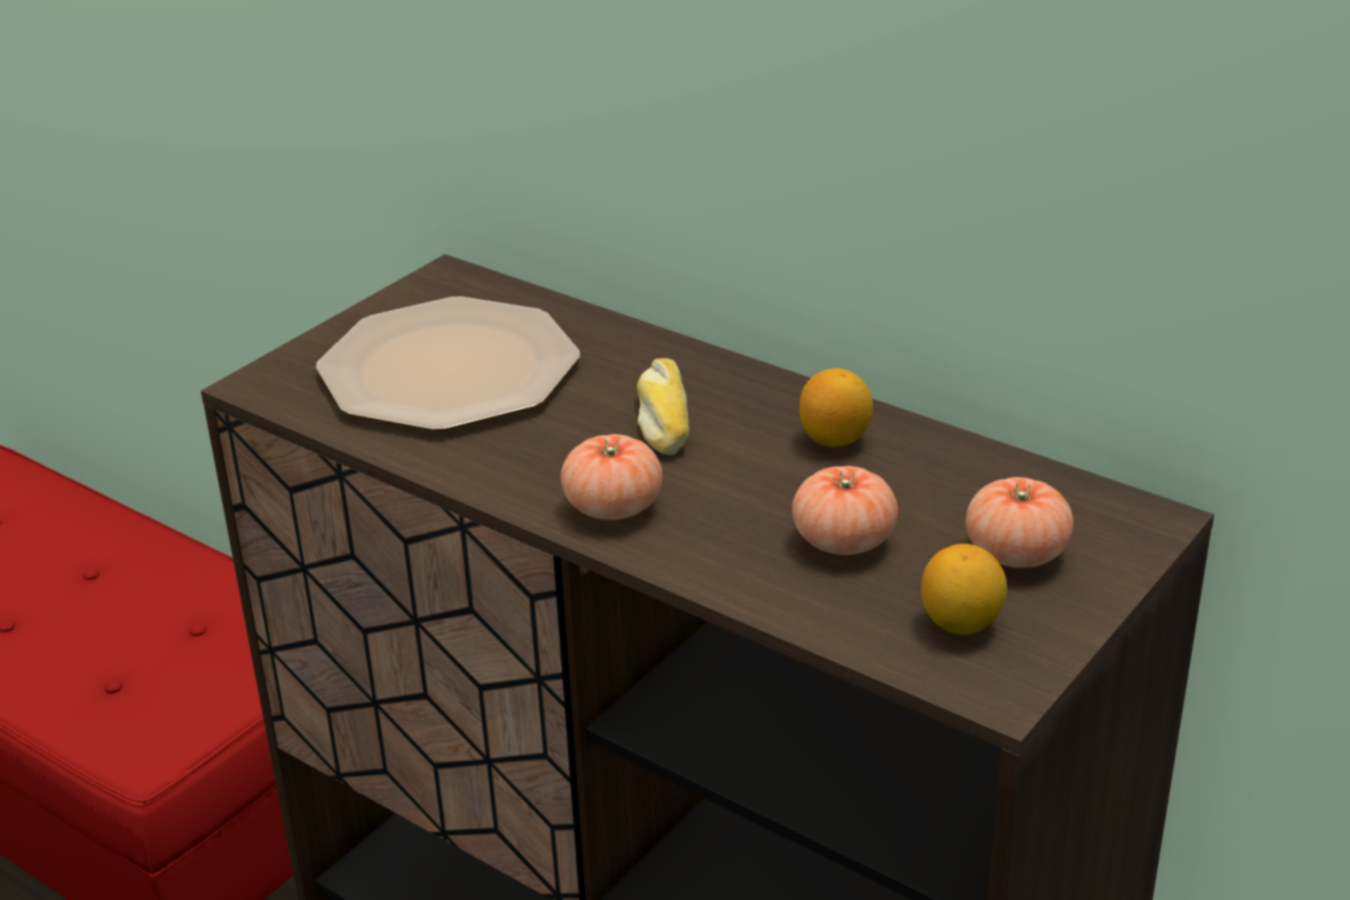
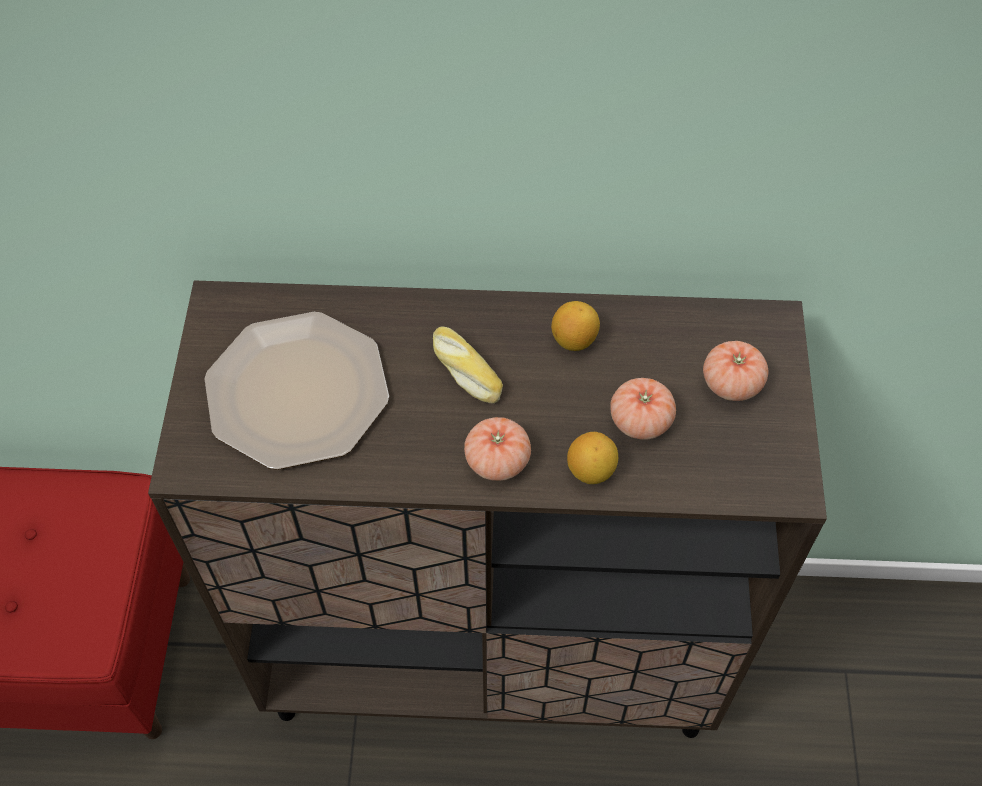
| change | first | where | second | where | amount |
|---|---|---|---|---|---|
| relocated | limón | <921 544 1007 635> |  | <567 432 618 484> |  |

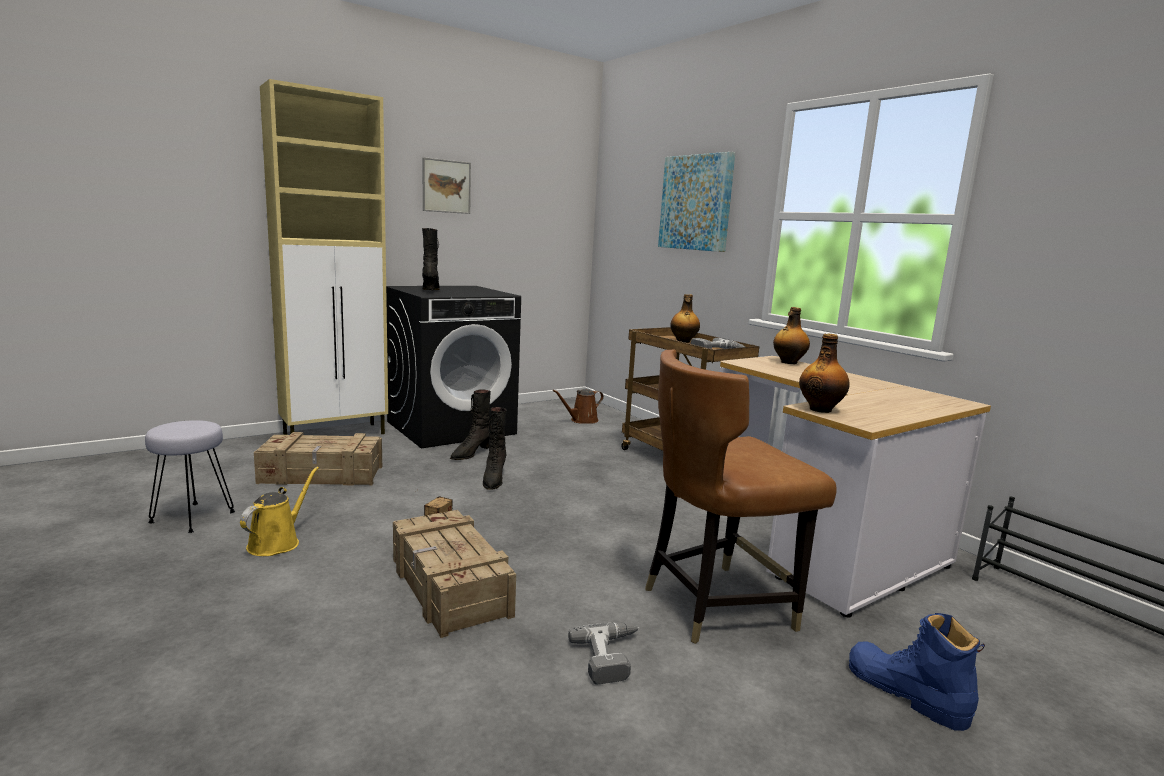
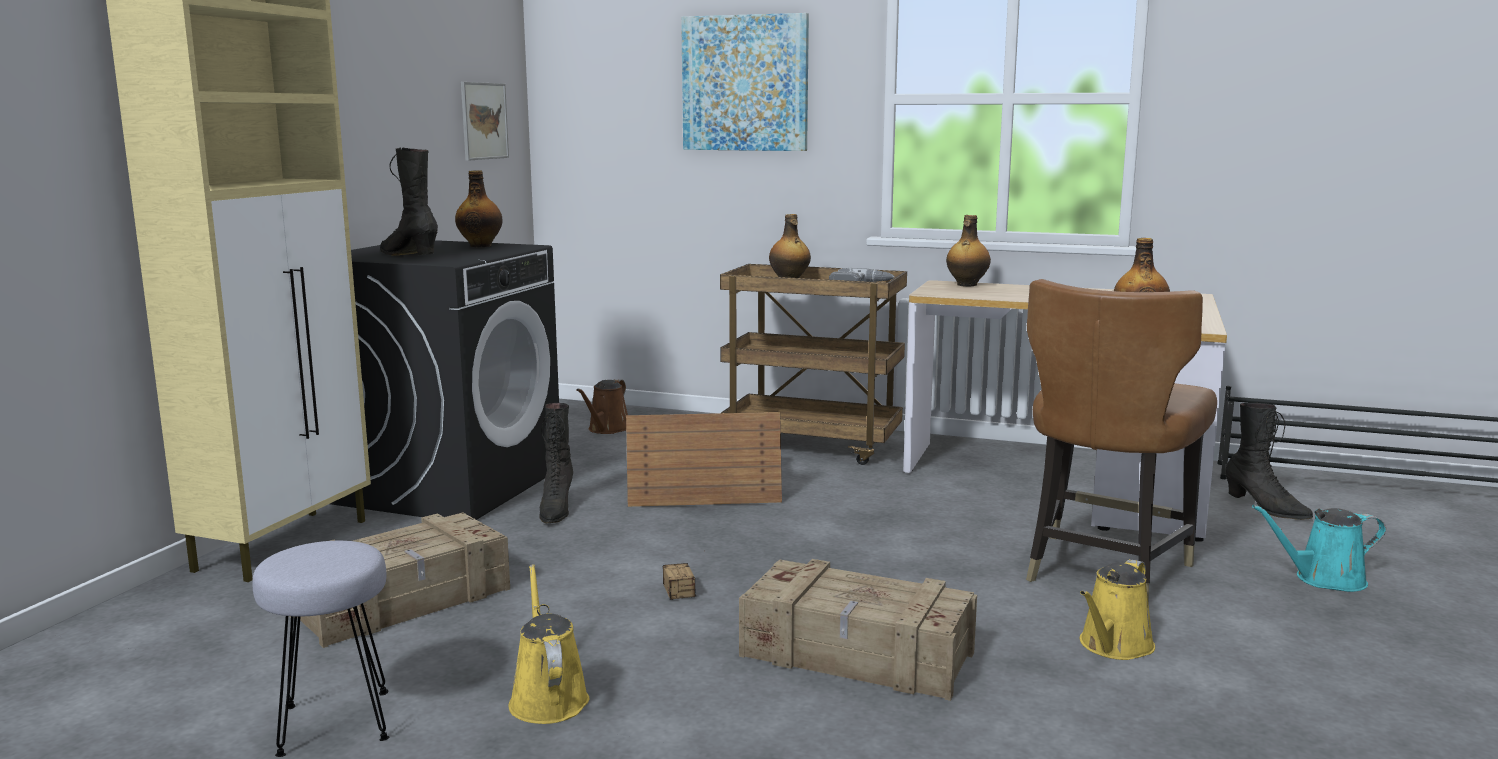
| change | first | where | second | where | amount |
|---|---|---|---|---|---|
| relocated | cuadro | <423 157 471 214> |  | <461 82 509 161> |  |
| relocated | bota [negro] | <483 407 507 490> |  | <1225 403 1313 520> |  |
| exchanged | taladro | <568 623 639 684> | regadera [amarillo] | <1080 559 1155 660> |  |
| exchanged | bota [azul] | <849 613 985 731> | regadera [turquesa] | <1252 505 1386 592> |  |
| appeared |  |  | botella | <455 170 502 247> |  |
| appeared |  |  | caja de embalaje | <626 412 782 507> |  |

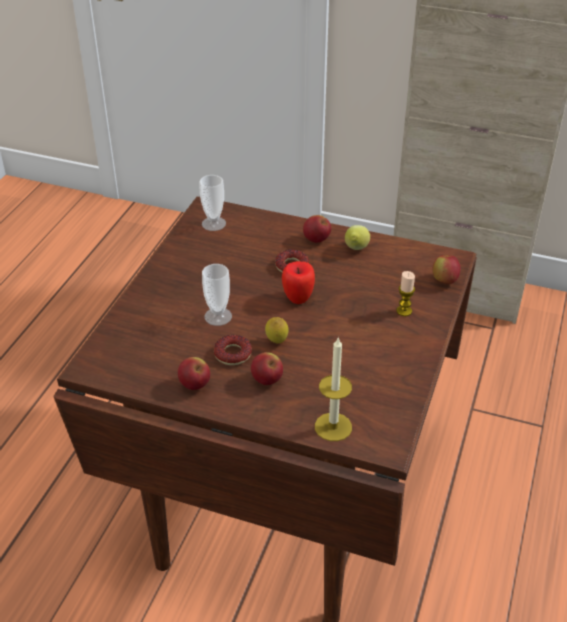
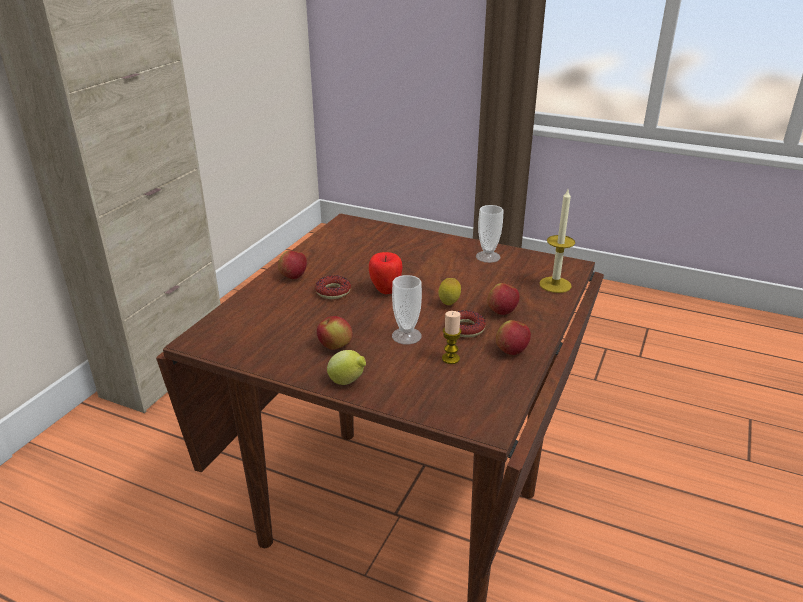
| change | first | where | second | where | amount |
|---|---|---|---|---|---|
| relocated | taza | <199 175 226 231> |  | <476 205 504 263> |  |
| relocated | limón | <345 225 370 250> |  | <327 350 366 385> |  |
| relocated | vela | <396 271 415 316> |  | <442 311 462 364> |  |
| relocated | manzana | <433 255 460 284> |  | <317 316 353 350> |  |

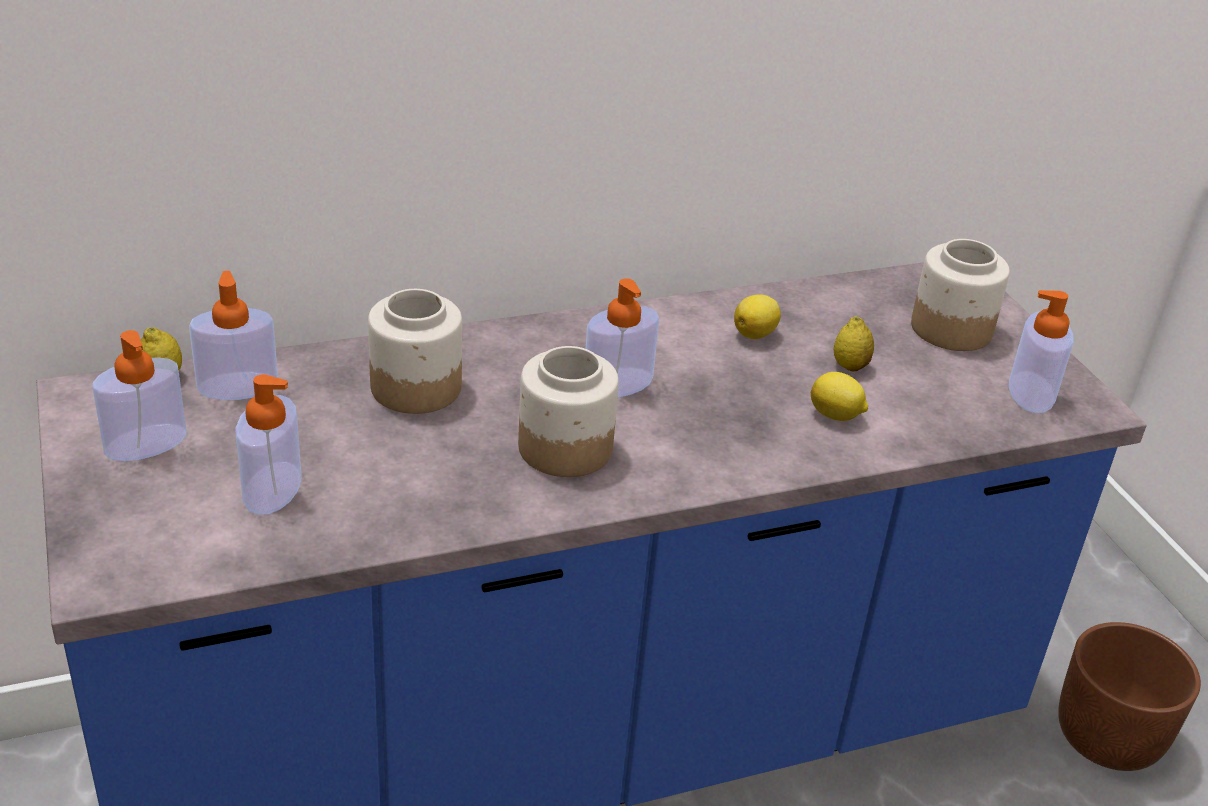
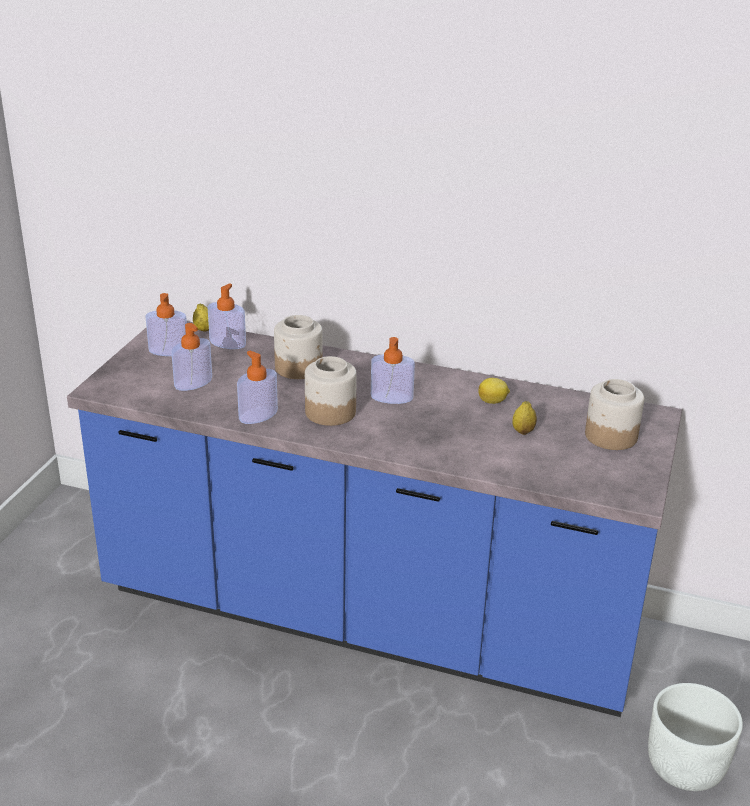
| change | first | where | second | where | amount |
|---|---|---|---|---|---|
| missing | limón | <811 372 868 421> |  |  |  |
| relocated | dispensador de jabón | <1009 290 1074 413> |  | <237 351 278 424> |  |
| colour | maceta [marrón] | <1058 622 1201 771> | maceta [blanco] | <648 683 743 791> |  |

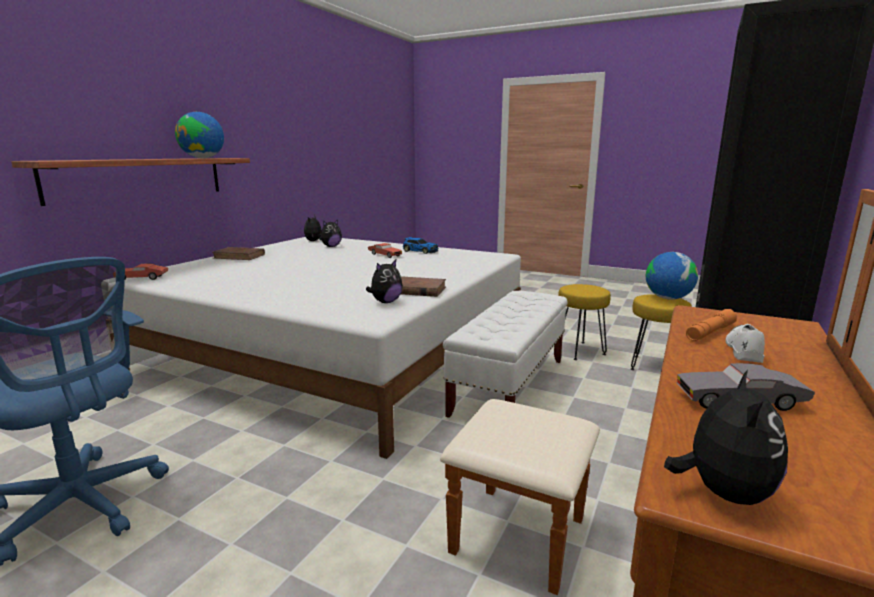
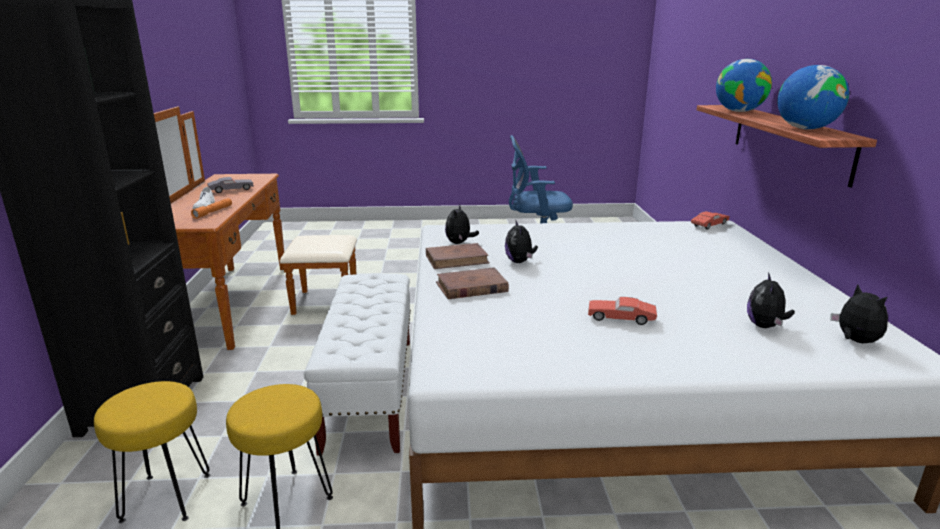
| change | first | where | second | where | amount |
|---|---|---|---|---|---|
| relocated | libro [marrón] | <213 247 265 260> |  | <436 267 509 299> |  |
| missing | coche de juguete | <403 237 439 254> |  |  |  |
| relocated | globo terráqueo | <646 252 698 299> |  | <716 59 772 112> |  |
| relocated | peluche | <664 370 788 505> |  | <505 219 538 263> |  |

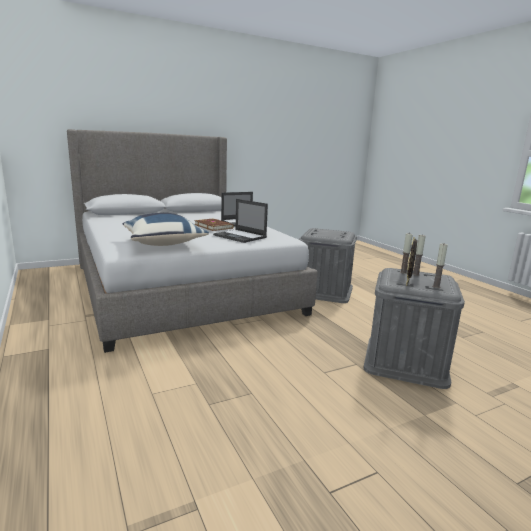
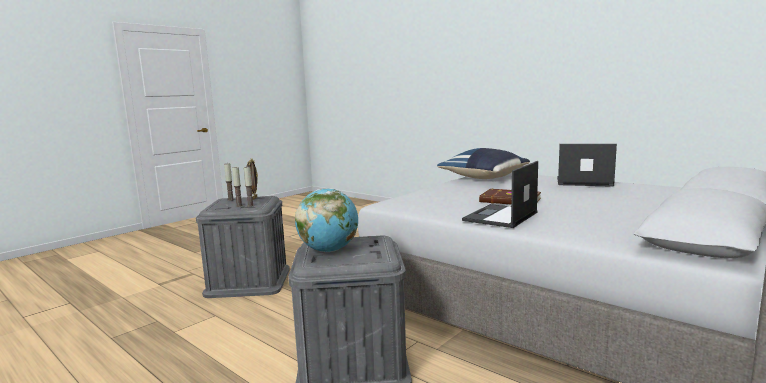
| change | first | where | second | where | amount |
|---|---|---|---|---|---|
| relocated | portátil | <213 199 268 243> |  | <557 144 617 187> |  |
| appeared |  |  | globo terráqueo | <295 189 358 252> |  |

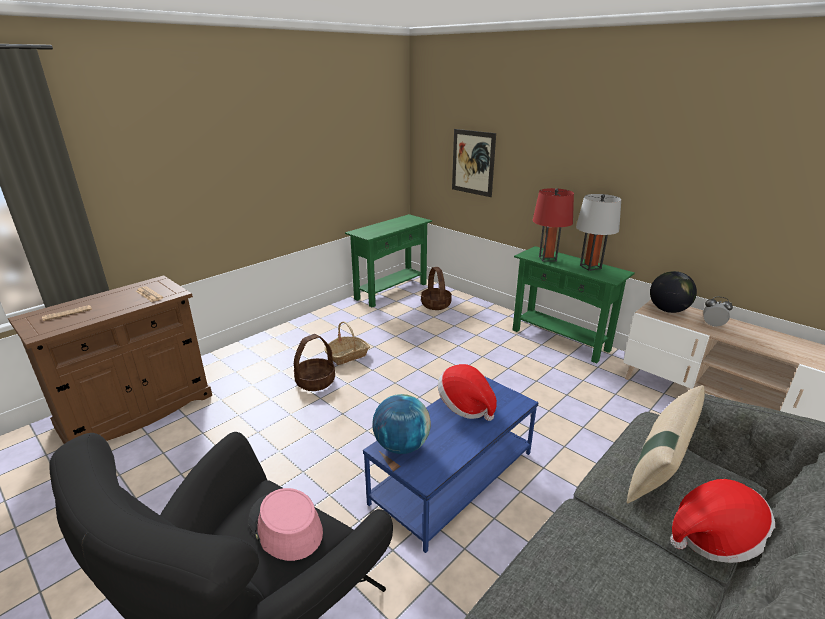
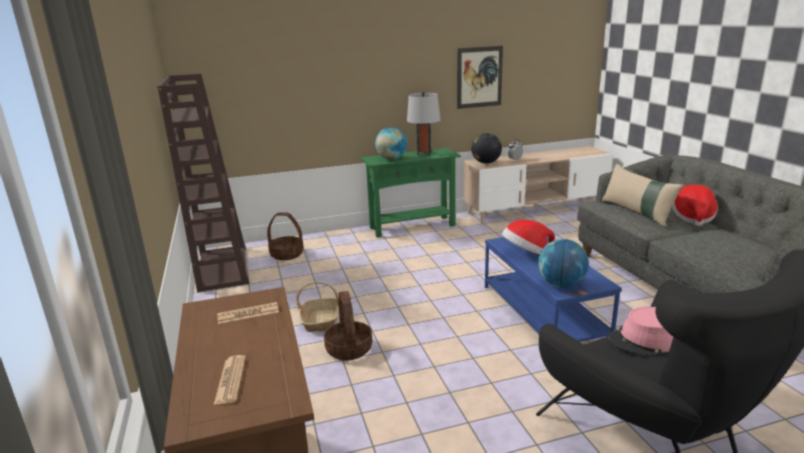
| change | first | where | second | where | amount |
|---|---|---|---|---|---|
| exchanged | mesa consola [verde] | <345 214 432 307> | estantería [marrón] | <157 73 249 292> |  |
| relocated | cuadro | <452 129 496 197> |  | <457 46 503 109> |  |
| exchanged | lámpara de mesa [rojo] | <532 188 574 262> | globo terráqueo | <375 127 407 160> |  |

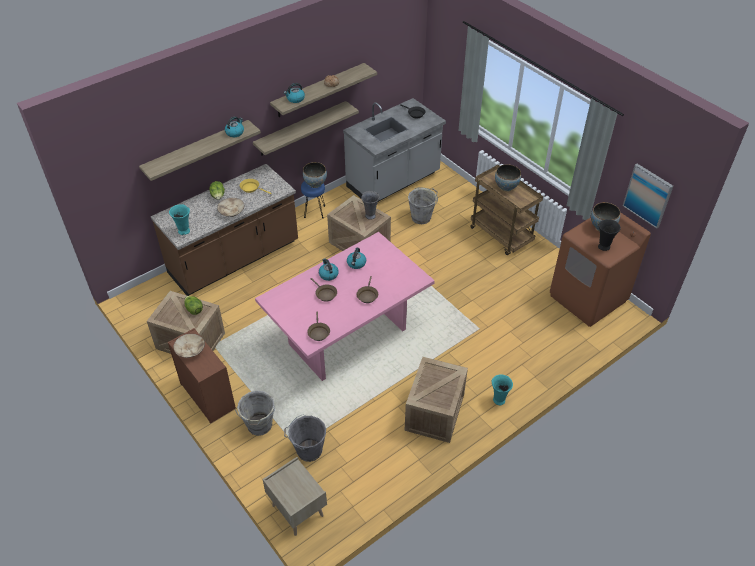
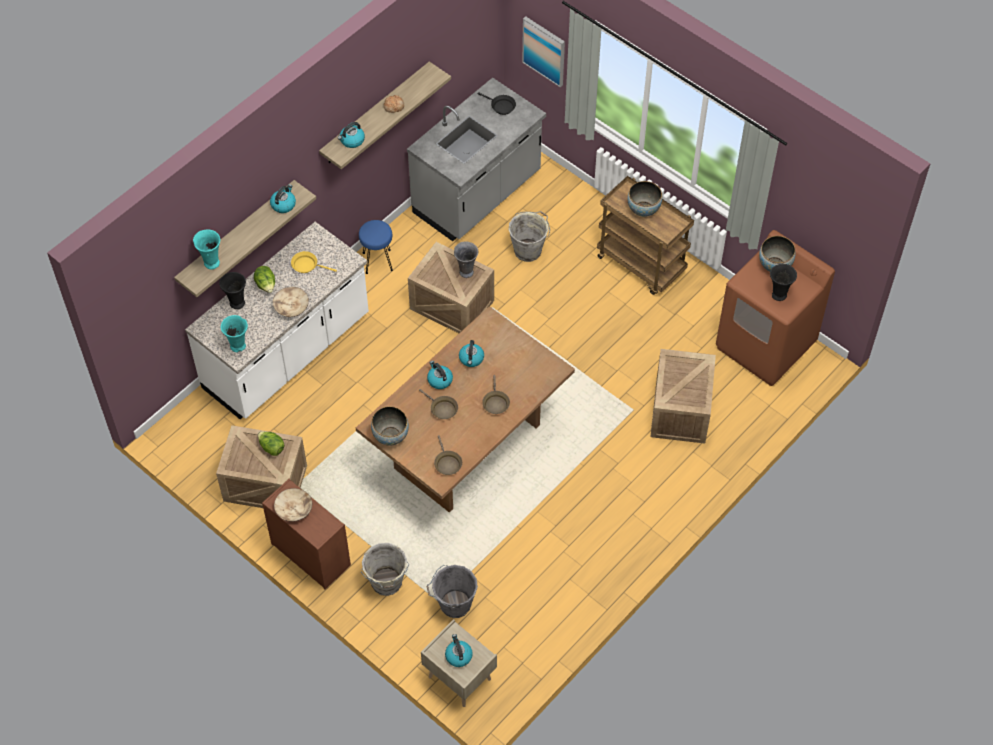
| change | first | where | second | where | amount |
|---|---|---|---|---|---|
| colour | mueble bajo de cocina [marrón] | <151 164 298 296> | mueble bajo de cocina [blanco] | <185 222 369 419> |  |
| missing | estante | <253 101 359 156> |  |  |  |
| colour | mesa de comedor [rosa] | <255 232 435 381> | mesa de comedor [marrón] | <356 306 575 513> |  |
| relocated | cuenco | <303 162 327 188> |  | <371 406 409 446> |  |
| relocated | caja de embalaje | <405 357 468 443> |  | <650 349 716 444> |  |
| relocated | florero [turquesa] | <492 374 513 405> |  | <193 229 220 269> |  |
| relocated | cuadro | <623 164 673 229> |  | <522 16 565 87> |  |
| appeared |  |  | florero [negro] | <219 272 246 309> |  |
| appeared |  |  | hervidor | <445 634 473 667> |  |

